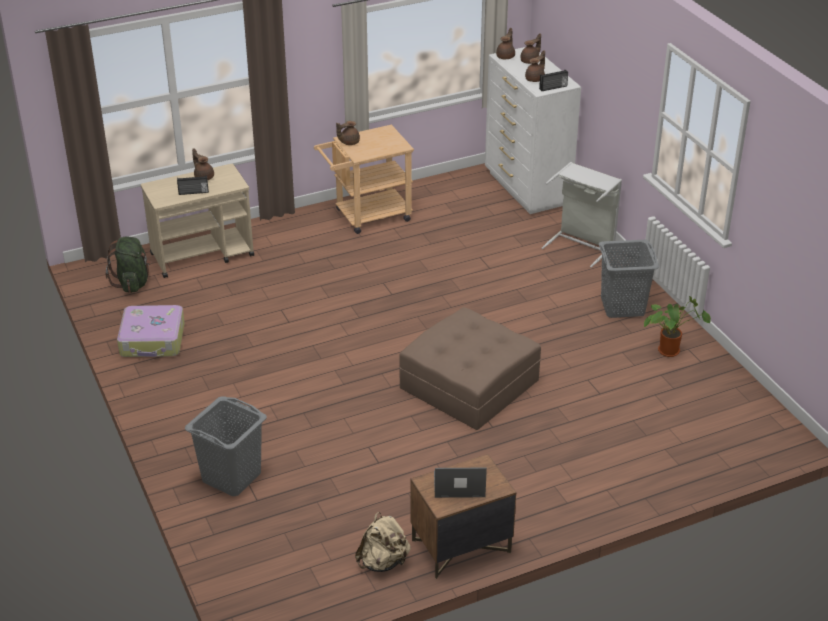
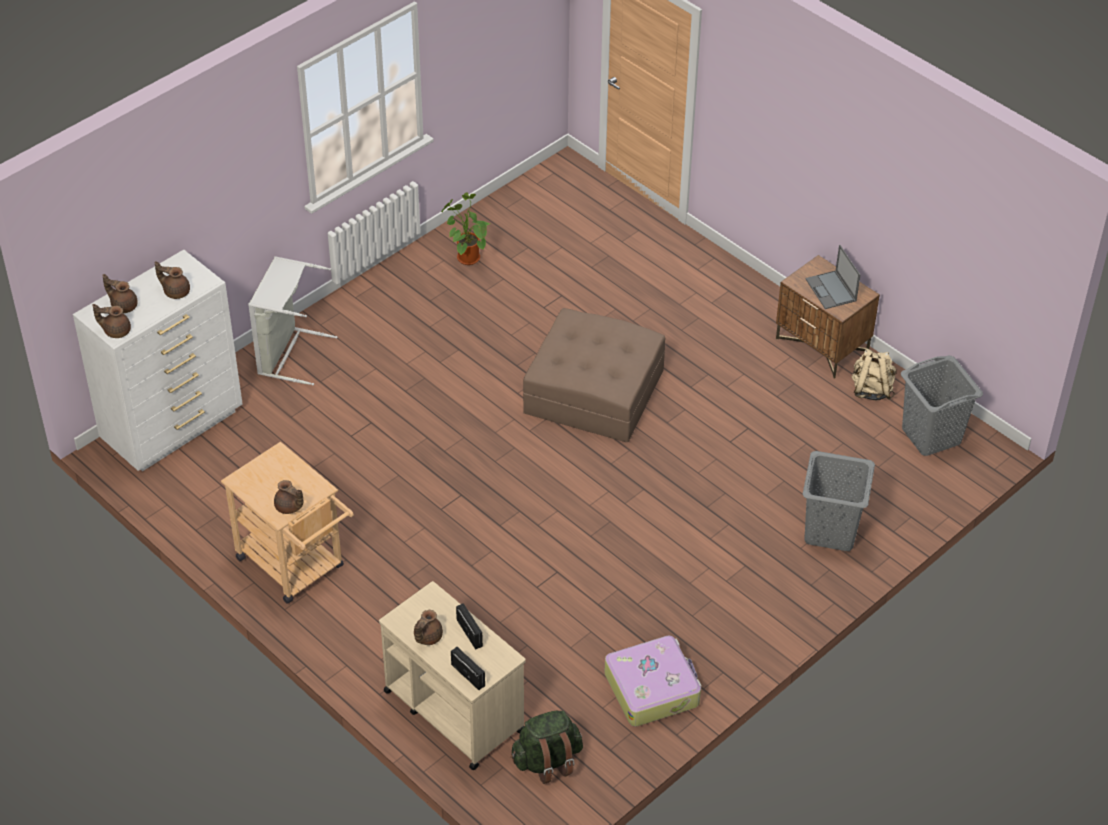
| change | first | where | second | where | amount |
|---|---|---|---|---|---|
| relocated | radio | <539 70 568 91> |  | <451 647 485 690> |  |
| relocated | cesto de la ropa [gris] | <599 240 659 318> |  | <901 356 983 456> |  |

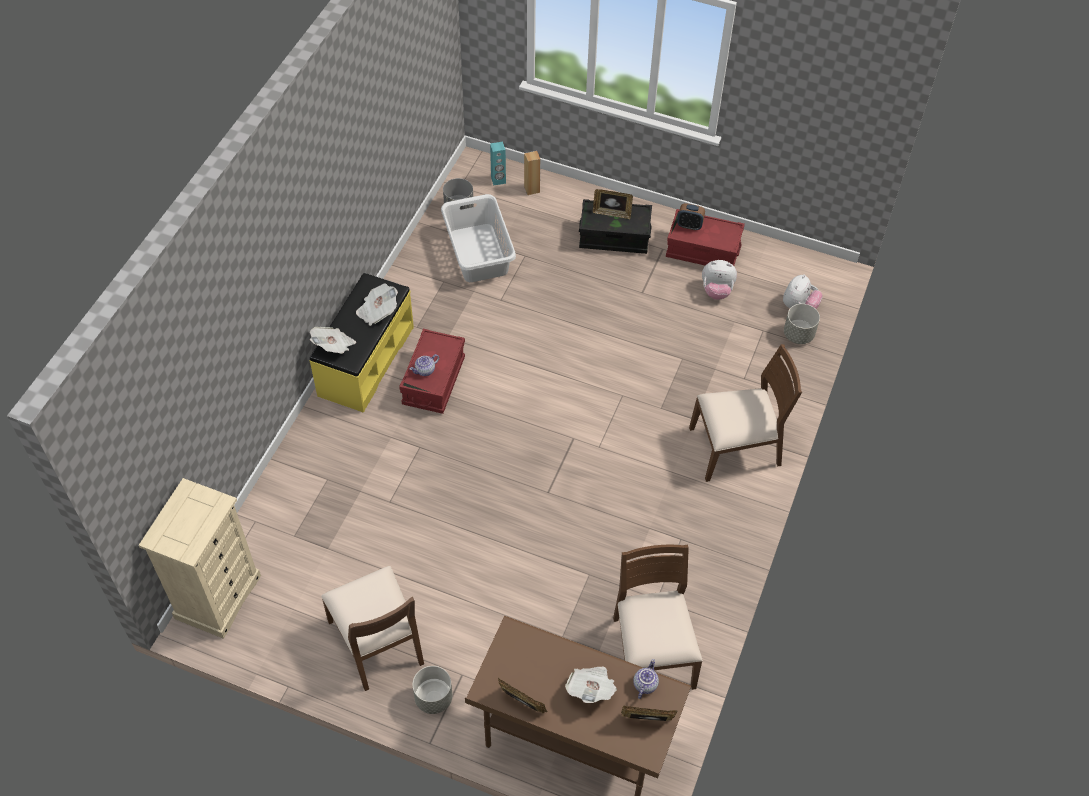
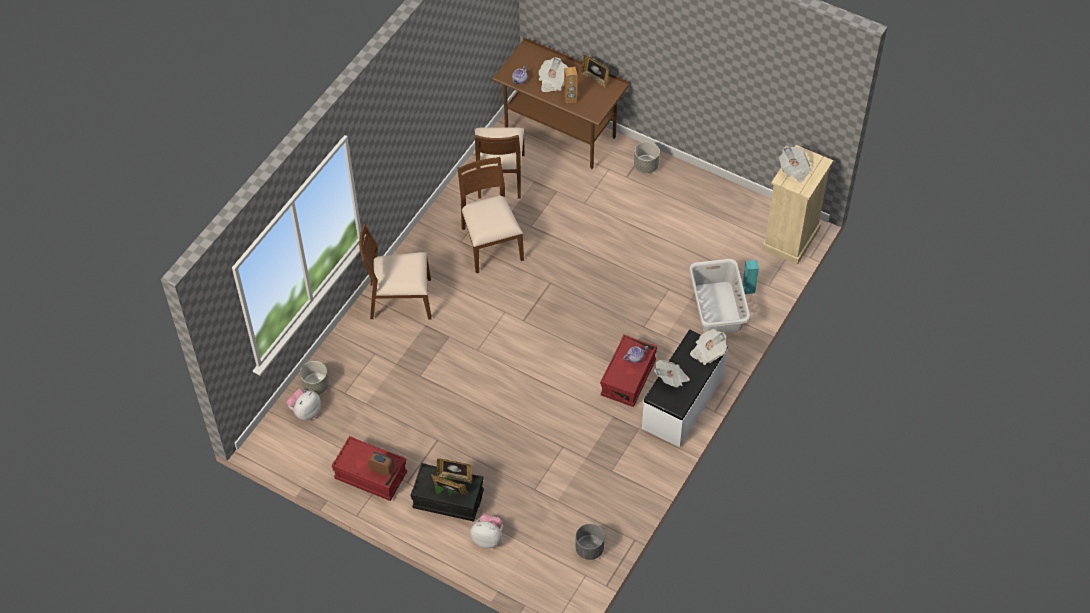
| change | first | where | second | where | amount |
|---|---|---|---|---|---|
| colour | banco [amarillo] | <309 273 414 413> | banco [blanco] | <642 330 728 447> |  |
| relocated | silla [marrón] | <321 566 424 691> |  | <458 157 524 273> |  |
| relocated | cesto de la ropa [gris] | <441 194 516 282> |  | <689 259 750 333> |  |
| relocated | altavoz [turquesa] | <490 142 506 186> |  | <743 260 759 294> |  |
| relocated | altavoz [marrón] | <524 151 540 195> |  | <564 67 577 103> |  |
| relocated | portarretratos | <621 705 677 721> |  | <437 459 472 483> |  |
| relocated | peluche | <702 260 737 300> |  | <470 514 503 548> |  |
| appeared |  |  | periódico | <779 146 812 183> |  |

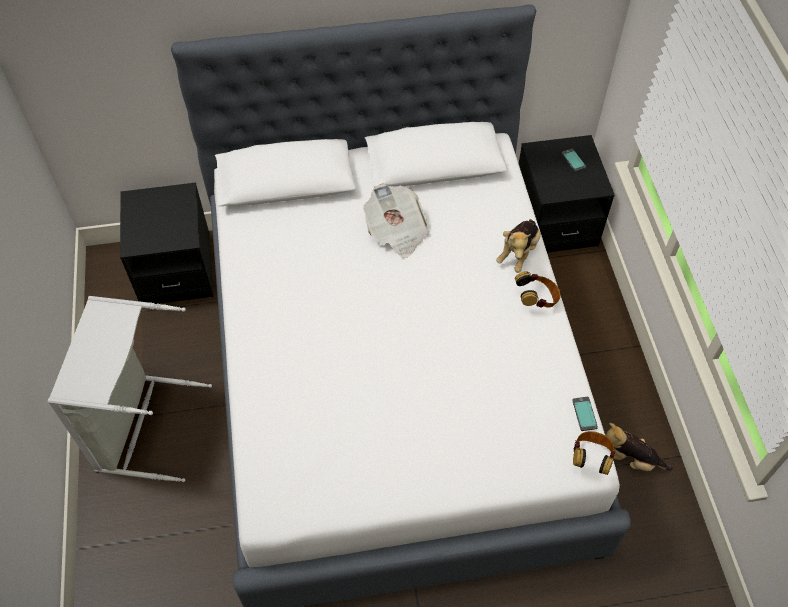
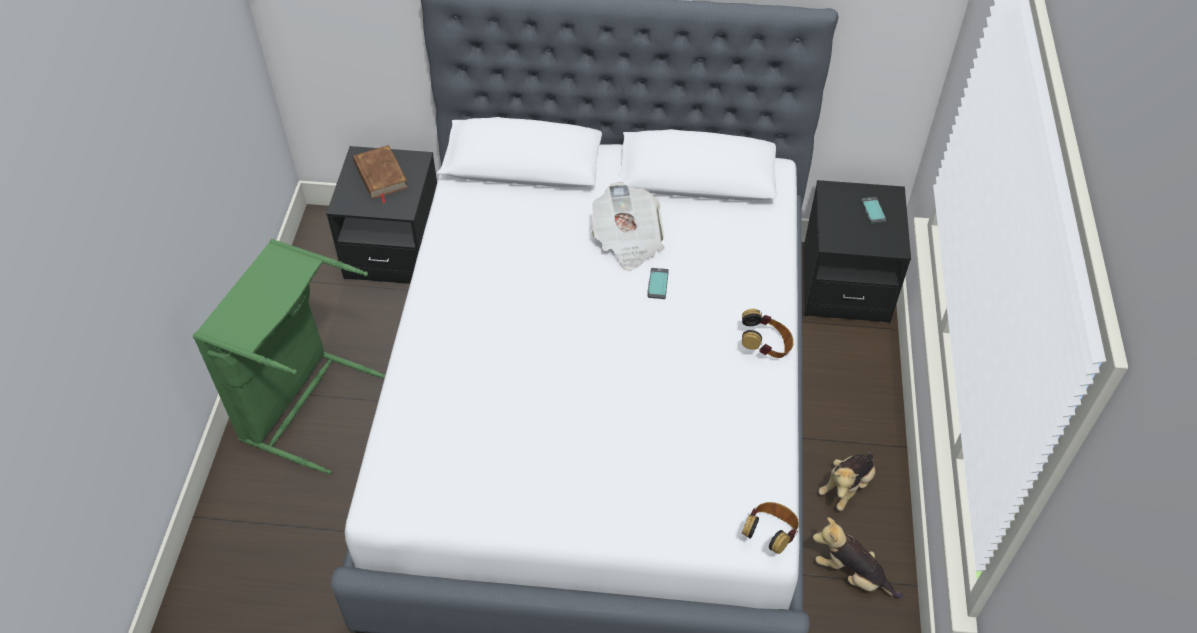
| change | first | where | second | where | amount |
|---|---|---|---|---|---|
| colour | cesto de la ropa [gris] | <48 296 212 482> | cesto de la ropa [verde] | <193 239 385 474> |  |
| relocated | peluche | <496 219 541 273> |  | <819 451 875 511> |  |
| relocated | móvil | <572 397 598 431> |  | <647 268 669 299> |  |
| appeared |  |  | libro [marrón] | <353 145 408 203> |  |

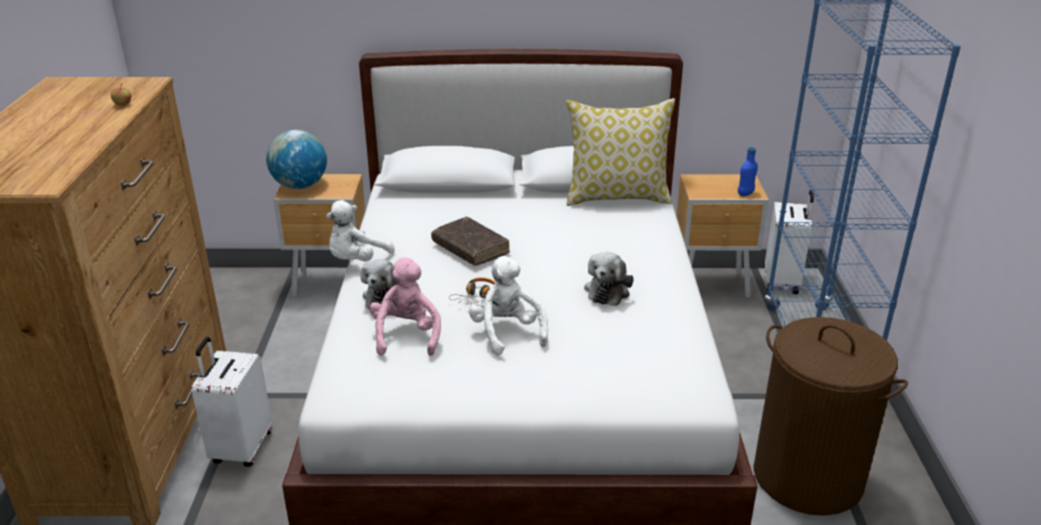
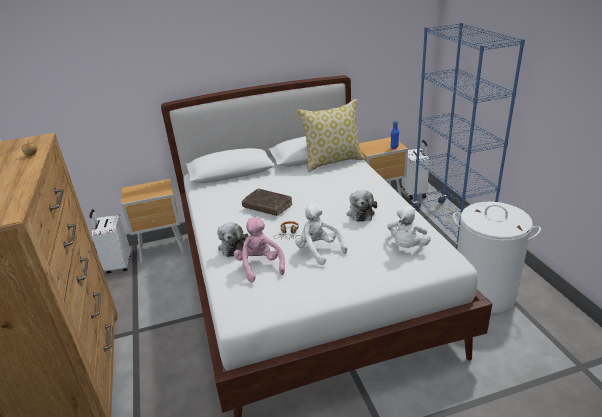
| change | first | where | second | where | amount |
|---|---|---|---|---|---|
| relocated | maleta [blanco] | <191 337 272 467> |  | <89 209 131 274> |  |
| missing | globo terráqueo | <266 129 327 189> |  |  |  |
| relocated | peluche [blanco] | <326 200 395 262> |  | <387 206 431 248> |  |
| colour | cesto de la ropa [marrón] | <753 317 908 516> | cesto de la ropa [blanco] | <453 202 541 313> |  |

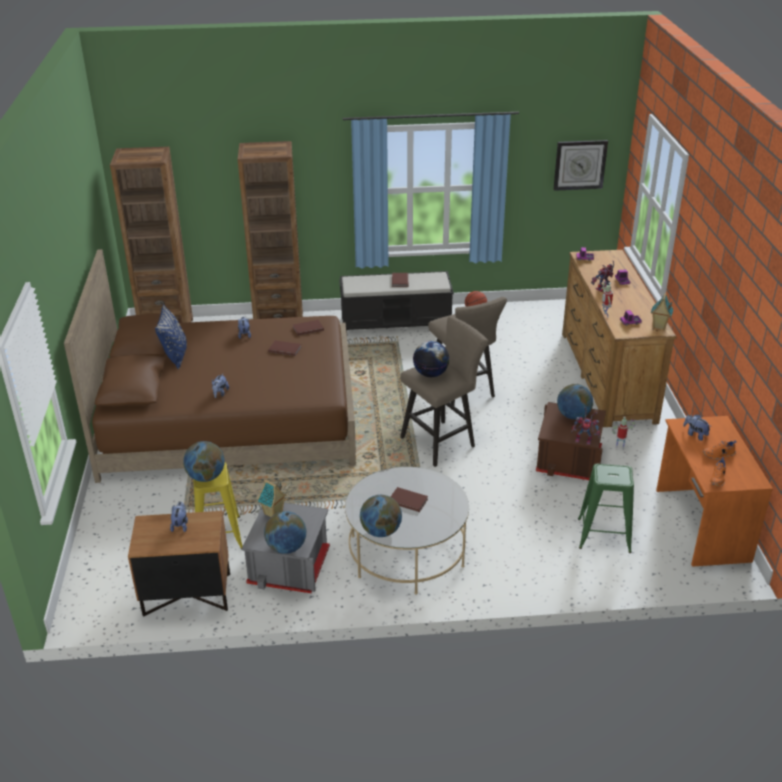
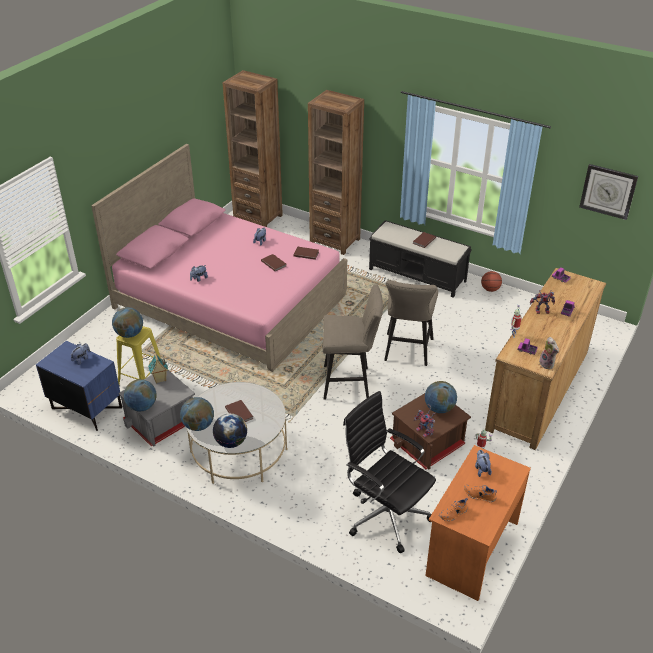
| change | first | where | second | where | amount |
|---|---|---|---|---|---|
| colour | cama [marrón] | <64 249 356 483> | cama [rosa] | <91 144 347 372> |  |
| colour | mesita de noche [marrón] | <128 511 230 617> | mesita de noche [azul] | <36 341 122 431> |  |
| missing | cojín [azul] | <155 304 187 369> |  |  |  |
| relocated | globo terráqueo | <413 341 449 377> |  | <213 413 247 448> |  |
| exchanged | taburete [verde] | <578 464 634 553> | silla de oficina [negro] | <343 391 436 553> |  |
| exchanged | casita | <651 293 674 330> | peluche | <539 337 559 369> |  |

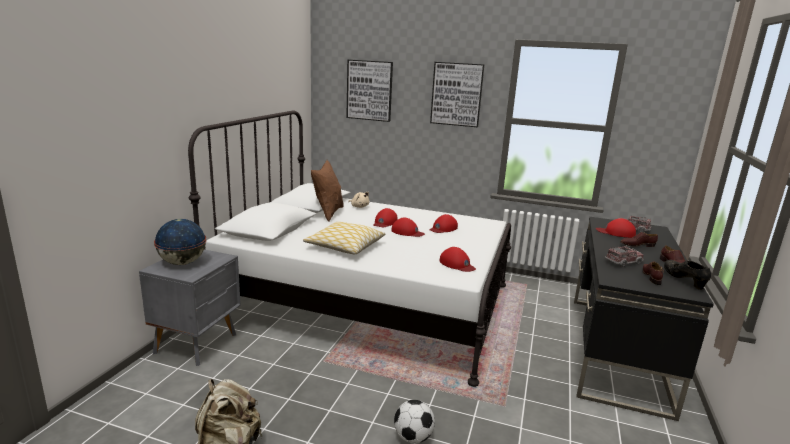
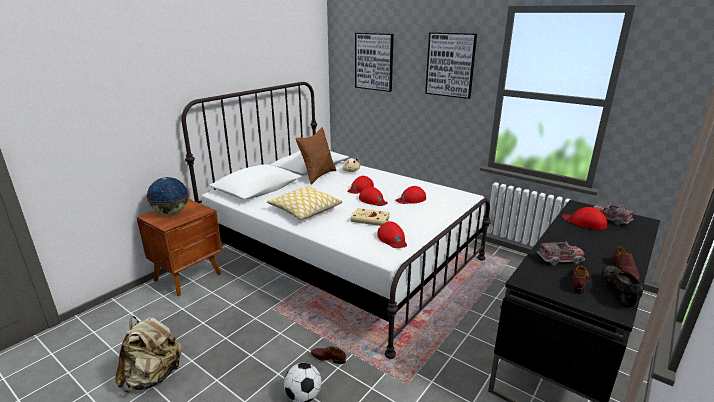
| change | first | where | second | where | amount |
|---|---|---|---|---|---|
| colour | mesita de noche [gris] | <139 250 241 366> | mesita de noche [marrón] | <137 199 222 296> |  |
| relocated | zapato [marrón] | <620 232 658 247> |  | <311 346 346 364> |  |
| appeared |  |  | libro [beis] | <351 208 390 226> |  |

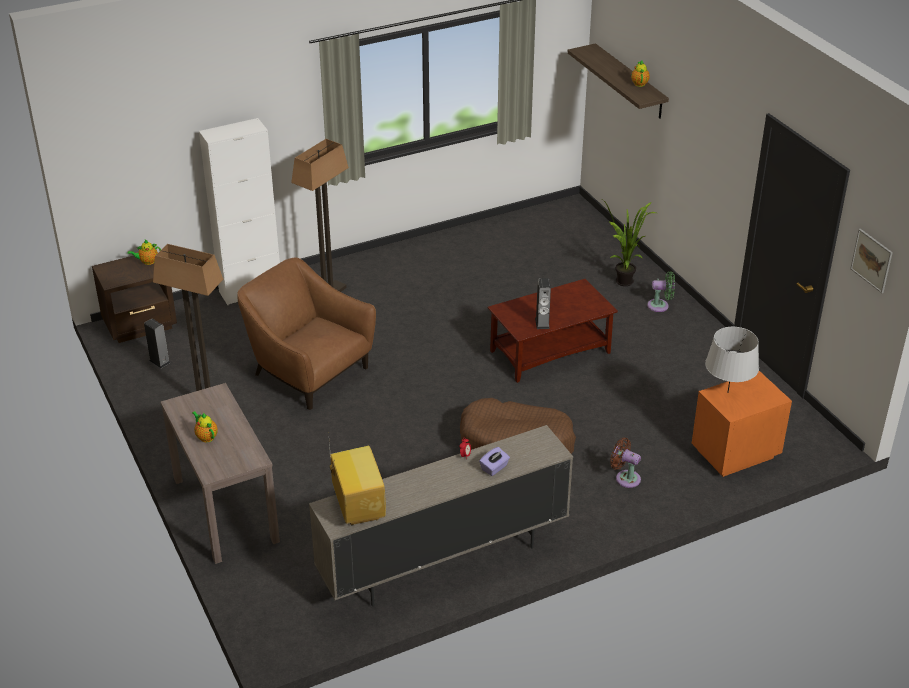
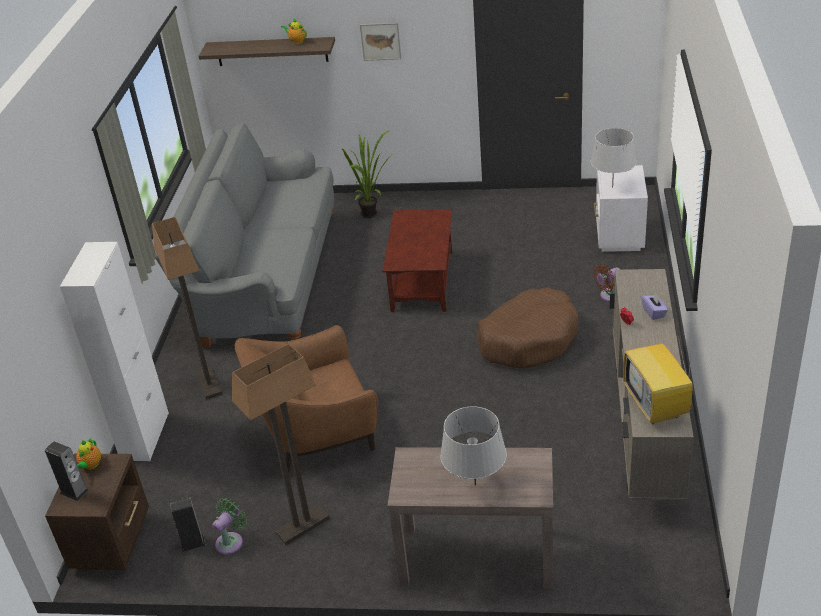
| change | first | where | second | where | amount |
|---|---|---|---|---|---|
| exchanged | tetera | <192 411 218 442> | lámpara de mesa [gris] | <440 406 507 485> |  |
| spun | televisor | <328 431 386 525> |  | <623 333 692 424> | 120 degrees counterclockwise |
| relocated | altavoz | <535 278 551 329> |  | <45 441 89 501> |  |
| relocated | ventilador [verde] | <647 271 675 312> |  | <212 498 247 555> |  |
| colour | mesita de noche [naranja] | <692 371 792 477> | mesita de noche [blanco] | <594 165 648 252> |  |
| relocated | cuadro | <850 229 893 293> |  | <360 23 401 61> |  |
| appeared |  |  | sofá [gris] | <155 123 334 348> |  |

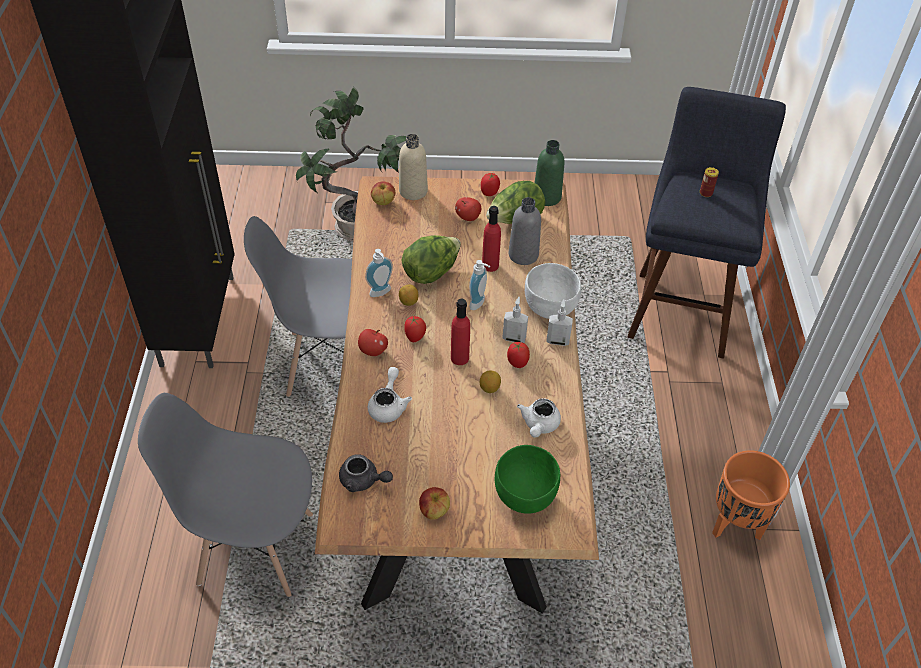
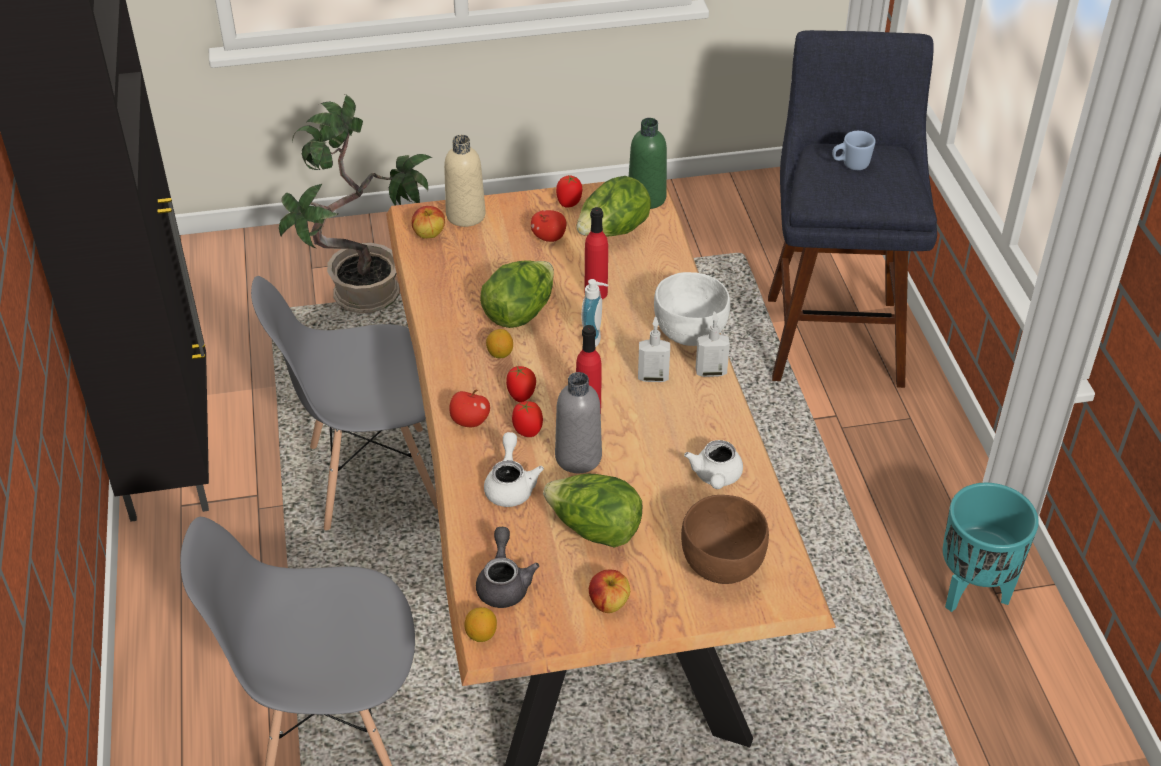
| change | first | where | second | where | amount |
|---|---|---|---|---|---|
| spun | tetera [gris] | <339 454 393 492> |  | <476 527 539 608> | 105 degrees counterclockwise |
| missing | dispensador de jabón | <365 249 393 297> |  |  |  |
| relocated | limón | <480 370 501 393> |  | <464 607 497 642> |  |
| colour | cuenco [verde] | <495 445 560 514> | cuenco [marrón] | <681 495 769 584> |  |
| relocated | tomate | <507 342 530 368> |  | <512 401 543 437> |  |
| relocated | botella [gris] | <509 197 541 265> |  | <555 372 602 473> |  |
| exchanged | lata | <700 167 719 197> | taza grande [azul] | <832 131 876 170> |  |
| colour | maceta [naranja] | <712 450 790 540> | maceta [turquesa] | <943 483 1039 612> |  |
| appeared |  |  | lechuga | <543 474 642 548> |  |

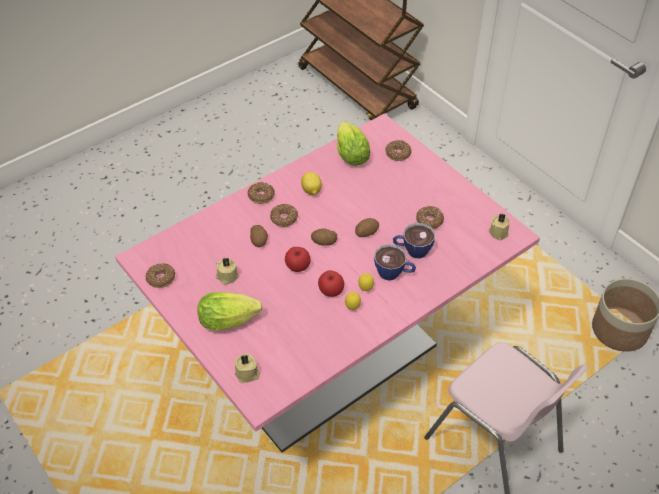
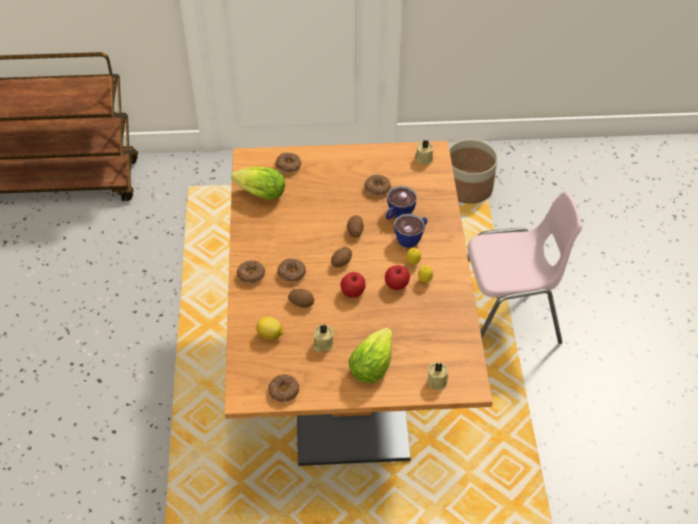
| change | first | where | second | where | amount |
|---|---|---|---|---|---|
| colour | mesa de comedor [rosa] | <115 113 540 453> | mesa de comedor [marrón] | <224 141 493 466> |  |
| relocated | limón | <301 172 322 195> |  | <256 317 284 340> |  |

